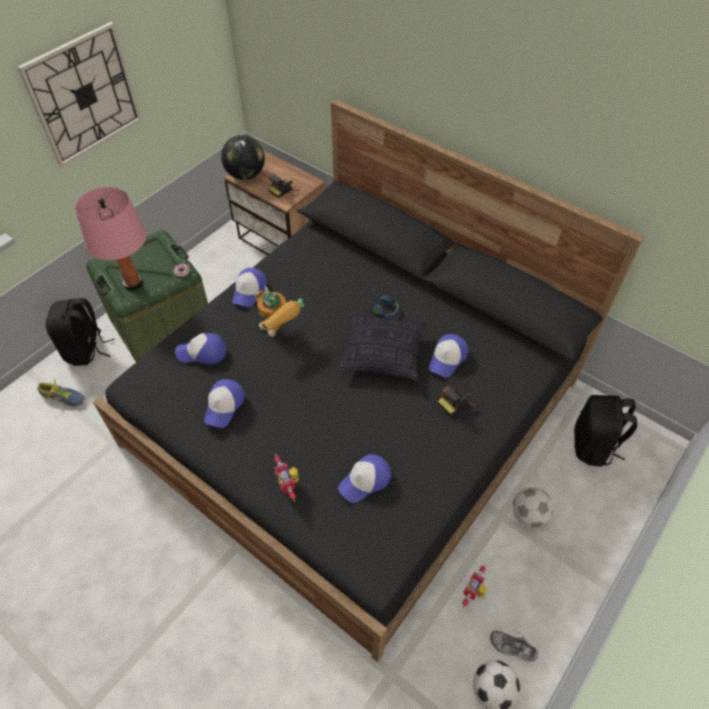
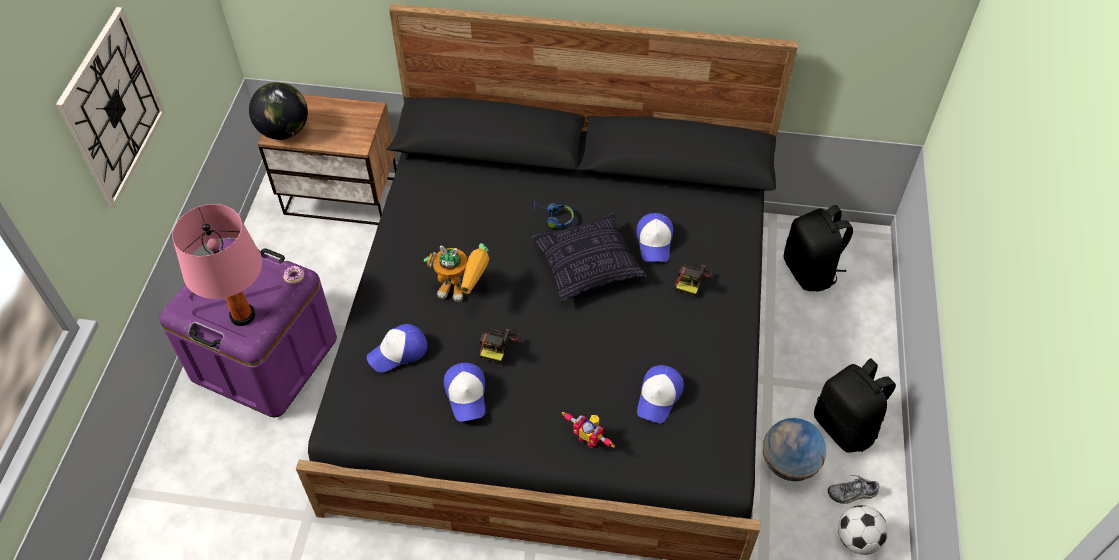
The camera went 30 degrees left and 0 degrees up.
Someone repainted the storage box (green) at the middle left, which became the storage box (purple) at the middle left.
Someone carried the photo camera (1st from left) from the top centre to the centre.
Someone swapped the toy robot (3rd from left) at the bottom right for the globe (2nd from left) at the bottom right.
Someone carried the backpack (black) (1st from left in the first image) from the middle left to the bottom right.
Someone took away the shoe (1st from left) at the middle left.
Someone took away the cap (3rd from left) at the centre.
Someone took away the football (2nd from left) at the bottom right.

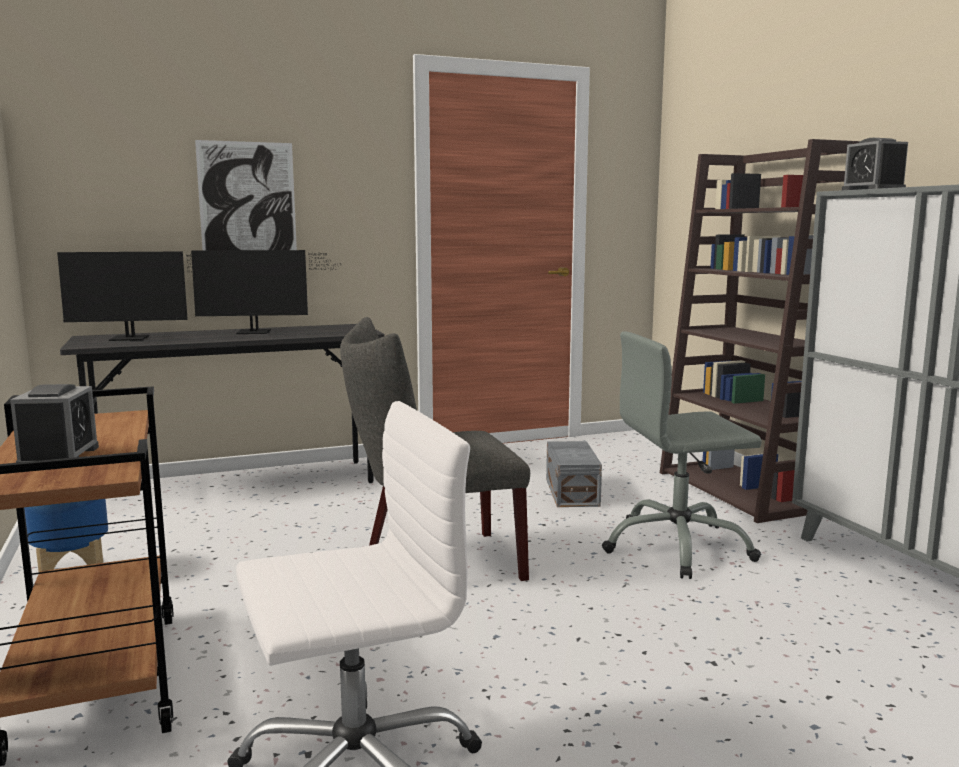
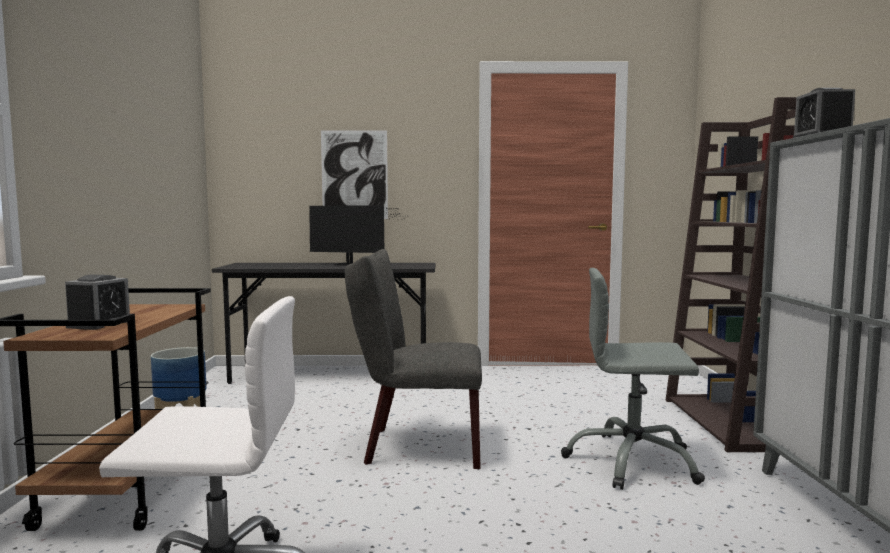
The camera went 20 degrees right and 5 degrees down.
Someone took away the monitor (1st from left) at the middle left.
Someone took away the storage box (grey) at the centre.

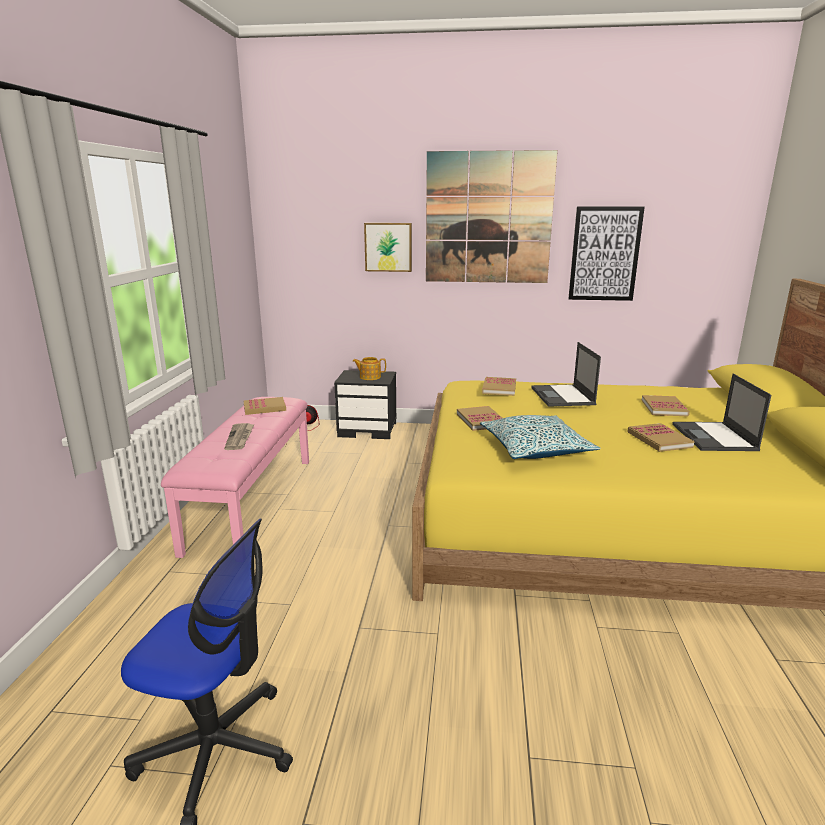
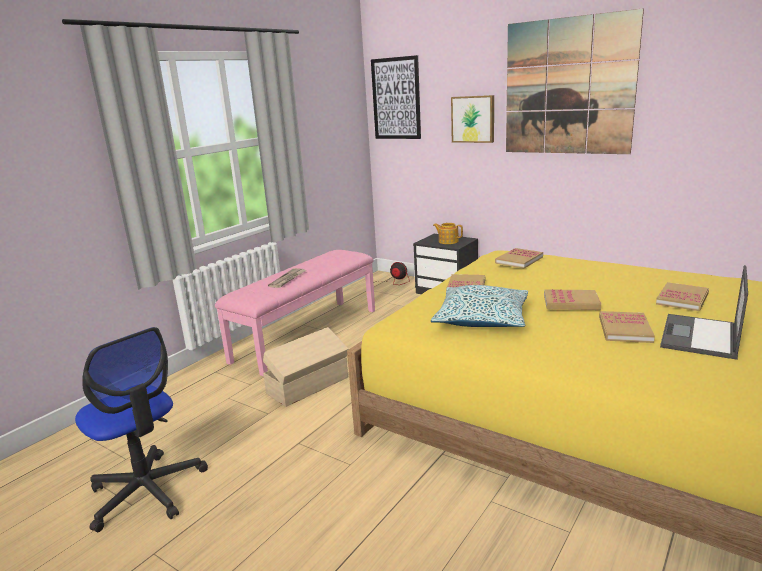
The camera went 30 degrees right and 0 degrees up.
Someone put down the storage box (beige) at the centre.
Someone carried the picture (3rd from left in the first image) from the top right to the top centre.
Someone carried the book (1st from left in the first image) from the middle left to the middle right.
Someone took away the laptop (1st from left) at the middle right.

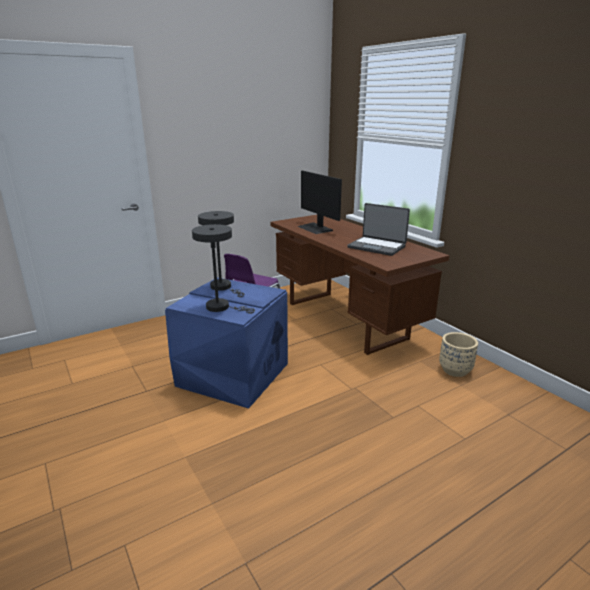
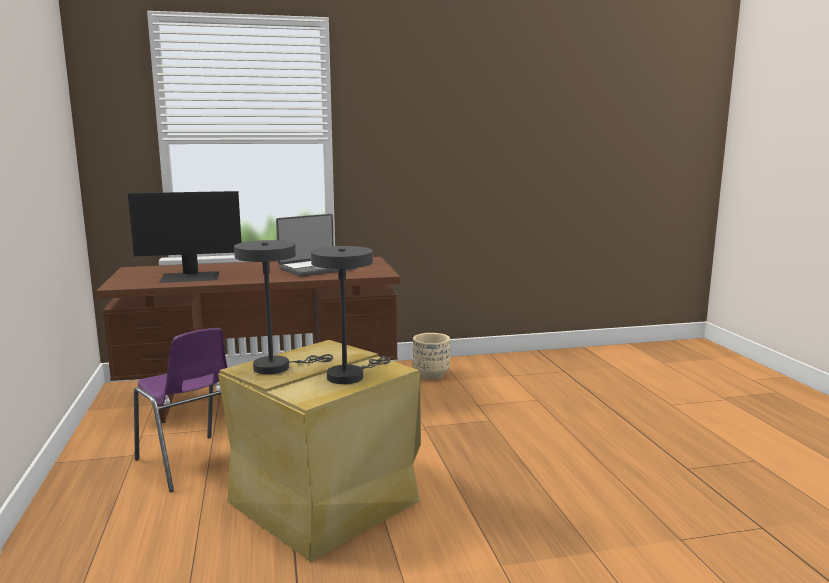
The camera went 70 degrees left and 10 degrees down.
Someone repainted the storage box (blue) at the centre, which became the storage box (beige) at the bottom centre.

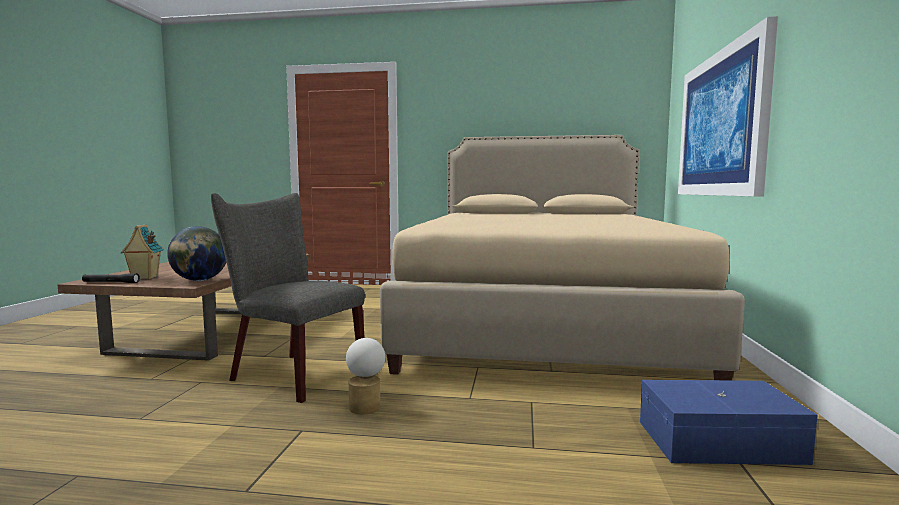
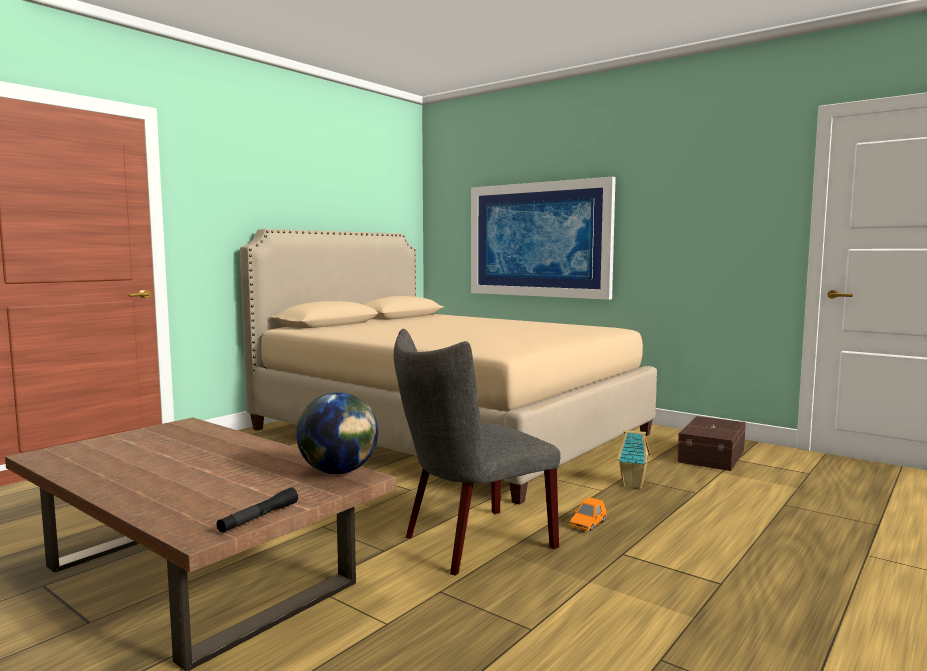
The camera went 60 degrees left and 0 degrees up.
Someone swapped the table lamp at the bottom centre for the toy car (orange) at the bottom centre.
Someone carried the toy house from the middle left to the bottom right.
Someone repainted the storage box (blue) at the bottom right, which became the storage box (brown) at the middle right.

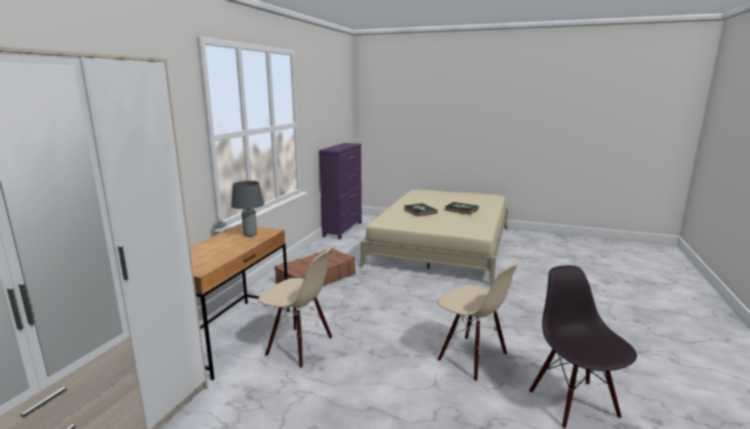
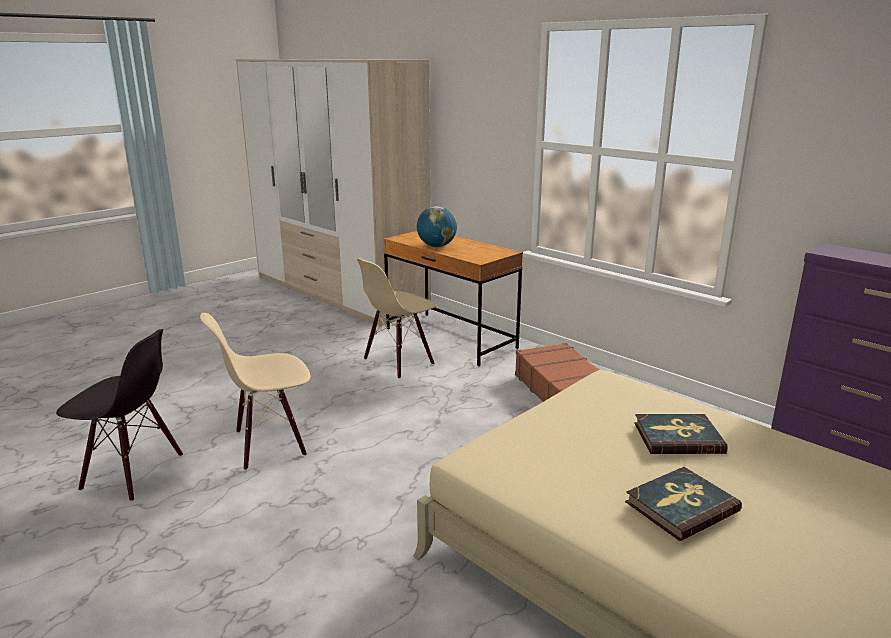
The camera went 115 degrees right and 5 degrees up.
Someone put down the globe at the centre.
Someone took away the table lamp (grey) at the middle left.

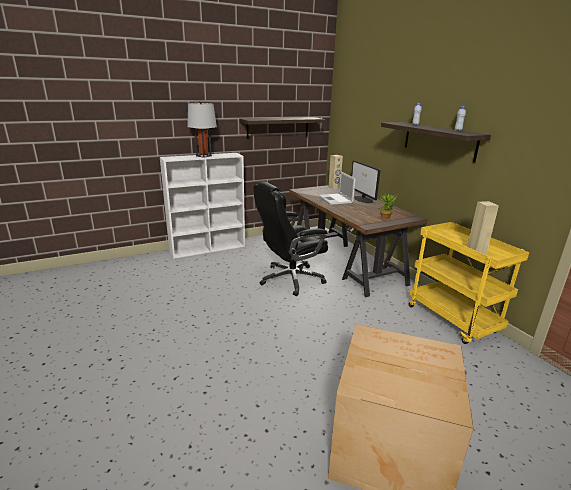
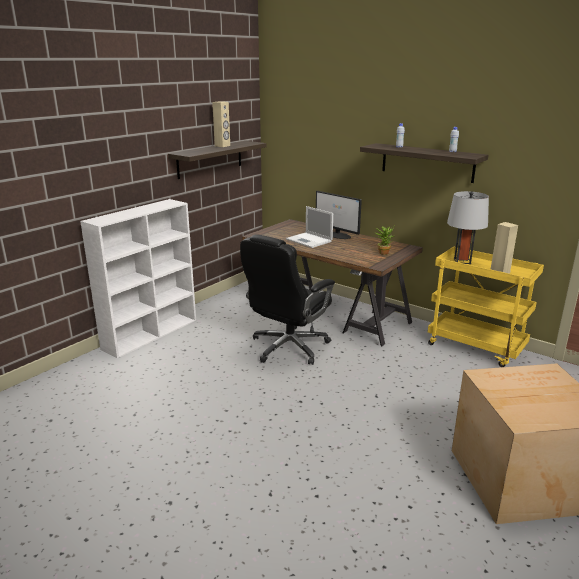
The camera went 25 degrees left and 0 degrees up.
Someone carried the speaker (beige) (1st from left) from the centre to the top centre.
Someone carried the table lamp (grey) from the top centre to the middle right.

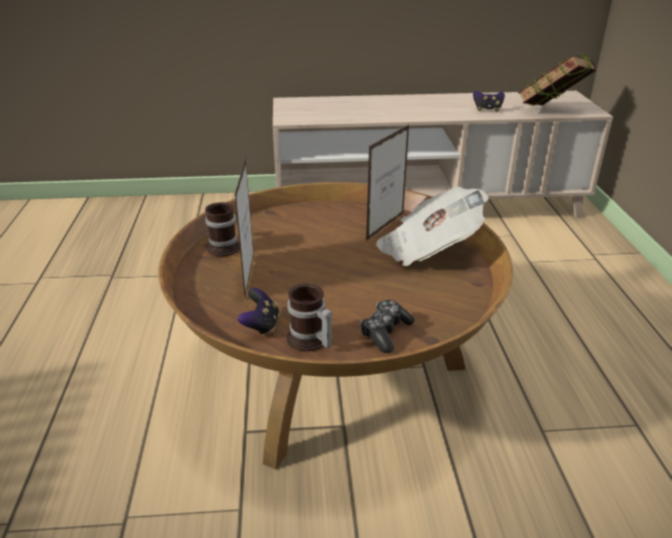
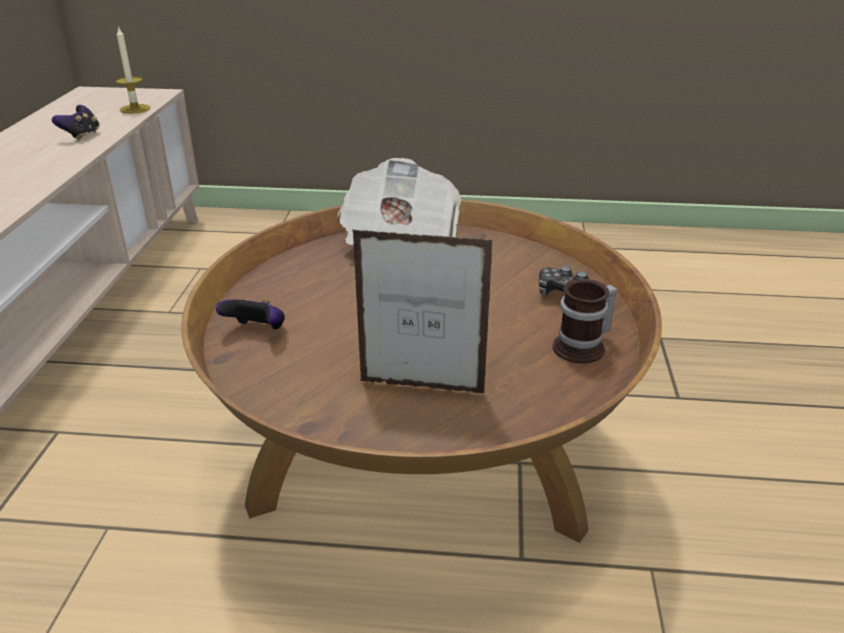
The camera went 80 degrees left and 0 degrees up.
Someone swapped the book at the top right for the candle at the top left.
Someone carried the game controller (1st from left in the first image) from the centre to the middle left.
Someone took away the mug (1st from left) at the middle left.
Someone took away the picture frame (2nd from left) at the centre.

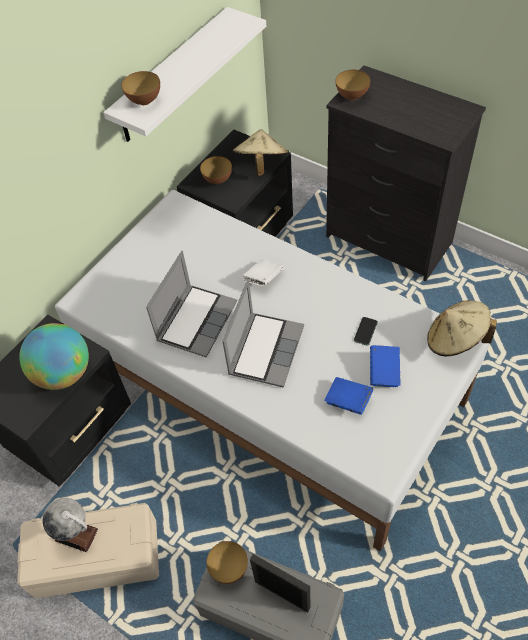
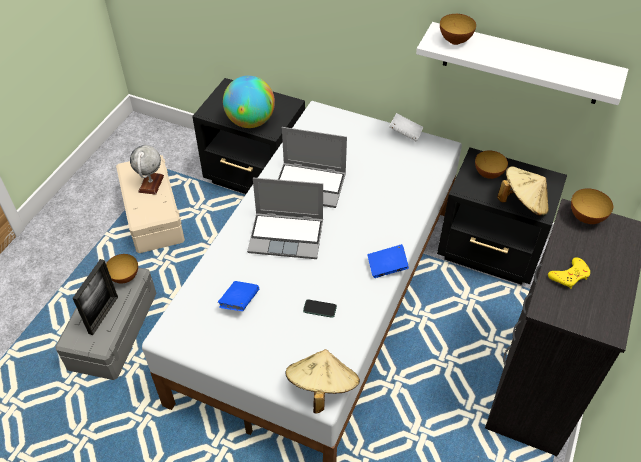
The camera went 75 degrees right and 5 degrees down.
Someone carried the book (blue) (2nd from left) from the middle right to the centre.
Someone carried the book (white) from the centre to the top centre.
Someone put down the game controller (yellow) at the middle right.

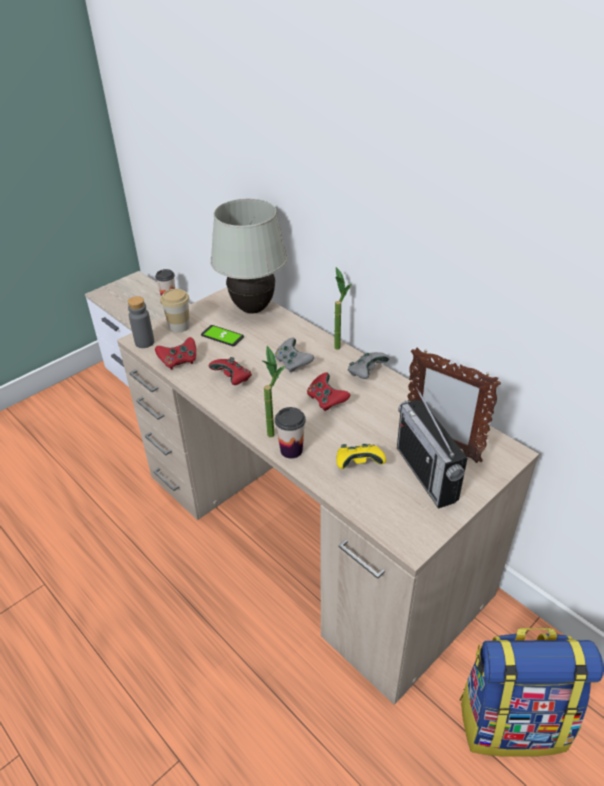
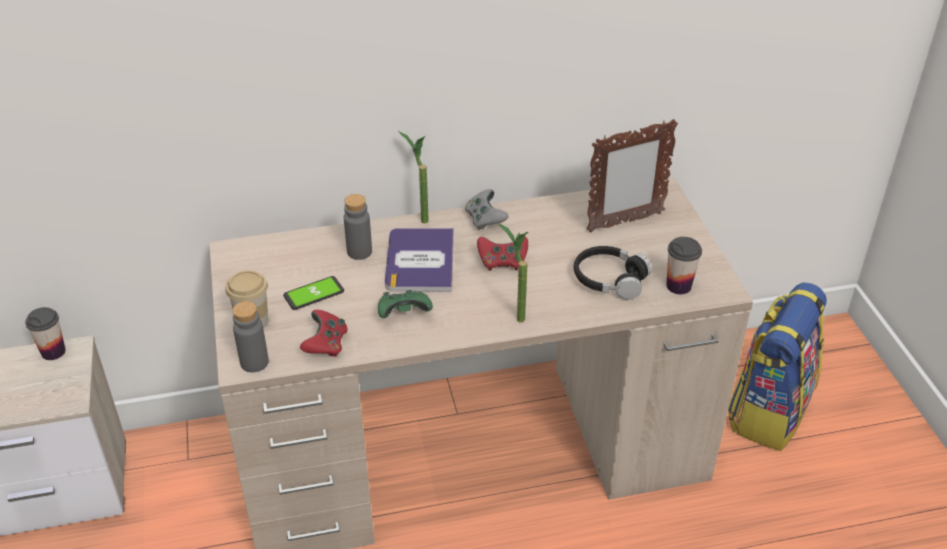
The camera went 60 degrees left and 0 degrees up.
Someone put down the bottle (grey) (2nd from left) at the centre.
Someone repainted the game controller (red) (2nd from left) at the centre, which became the game controller (green) at the centre.
Someone swapped the game controller (grey) (1st from left) at the centre for the book at the centre.
Someone swapped the game controller (yellow) at the centre for the headphones (black) at the centre.
Someone carried the cup (3rd from left) from the centre to the middle right.
Someone took away the table lamp (white) at the top centre.
Someone took away the radio at the middle right.

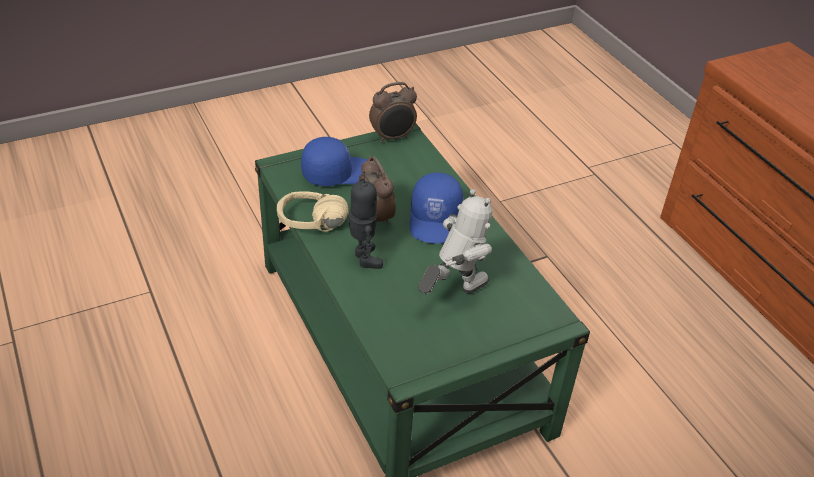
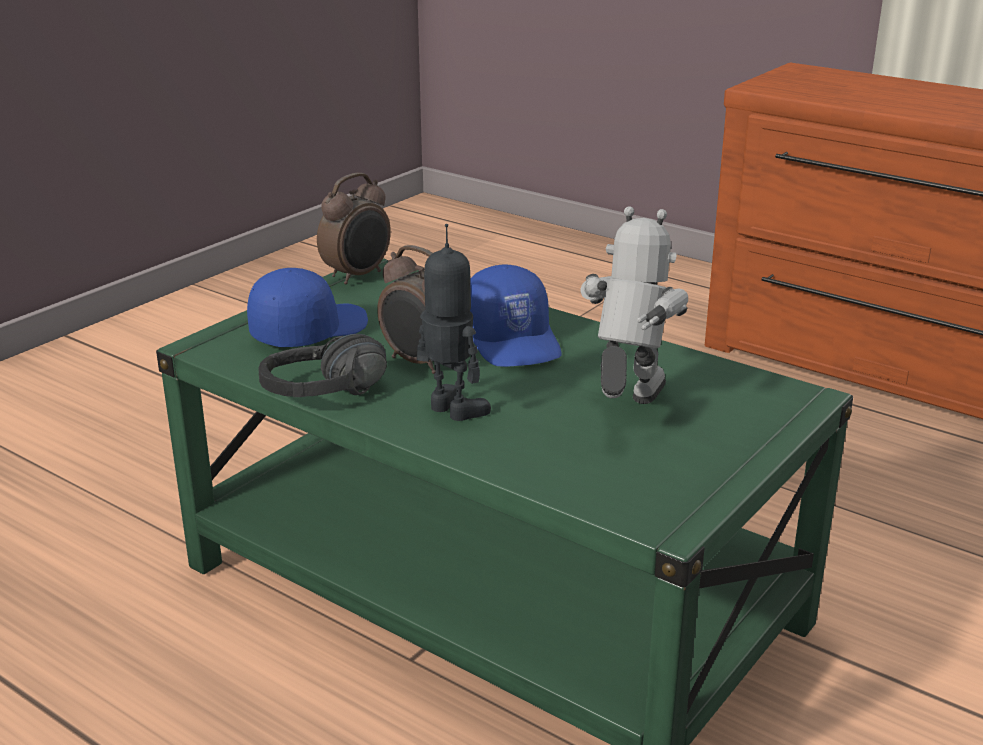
The camera went 25 degrees left and 15 degrees down.
Someone repainted the headphones (beige) at the centre, which became the headphones (black) at the middle left.

